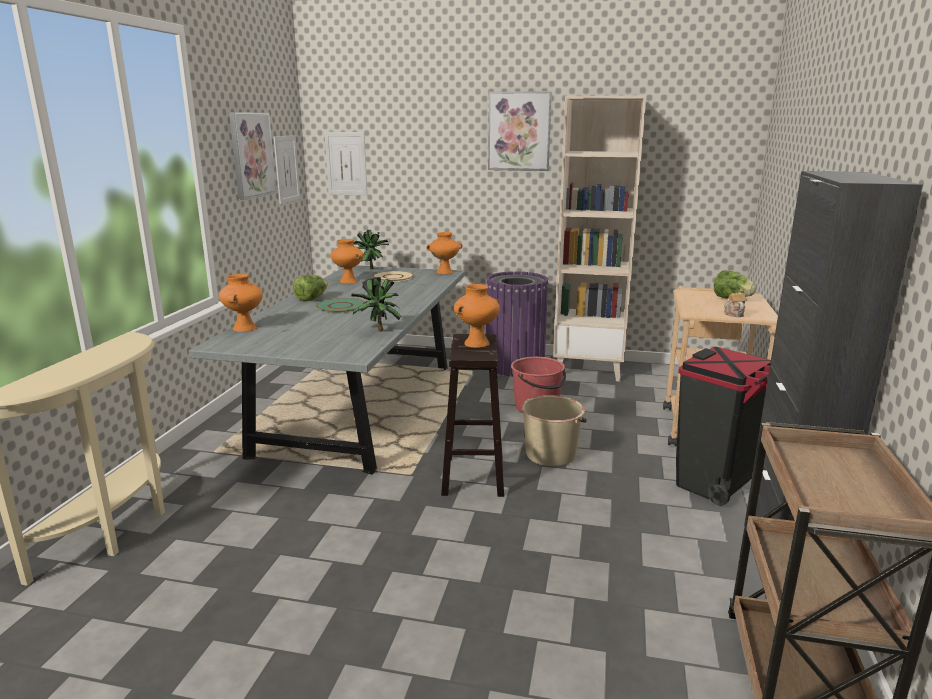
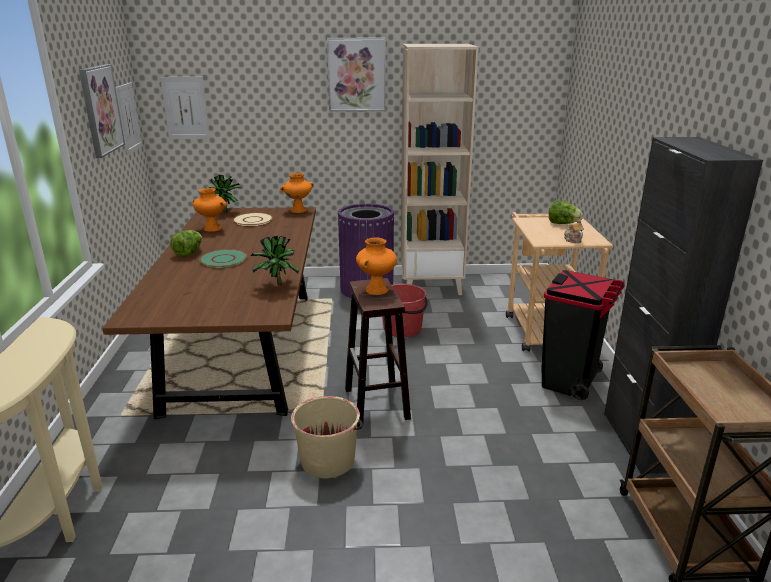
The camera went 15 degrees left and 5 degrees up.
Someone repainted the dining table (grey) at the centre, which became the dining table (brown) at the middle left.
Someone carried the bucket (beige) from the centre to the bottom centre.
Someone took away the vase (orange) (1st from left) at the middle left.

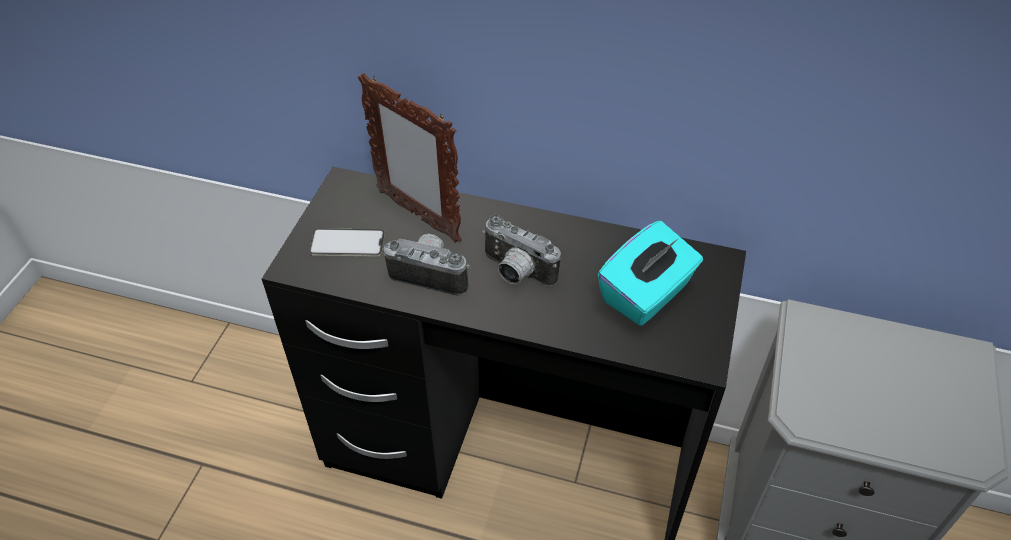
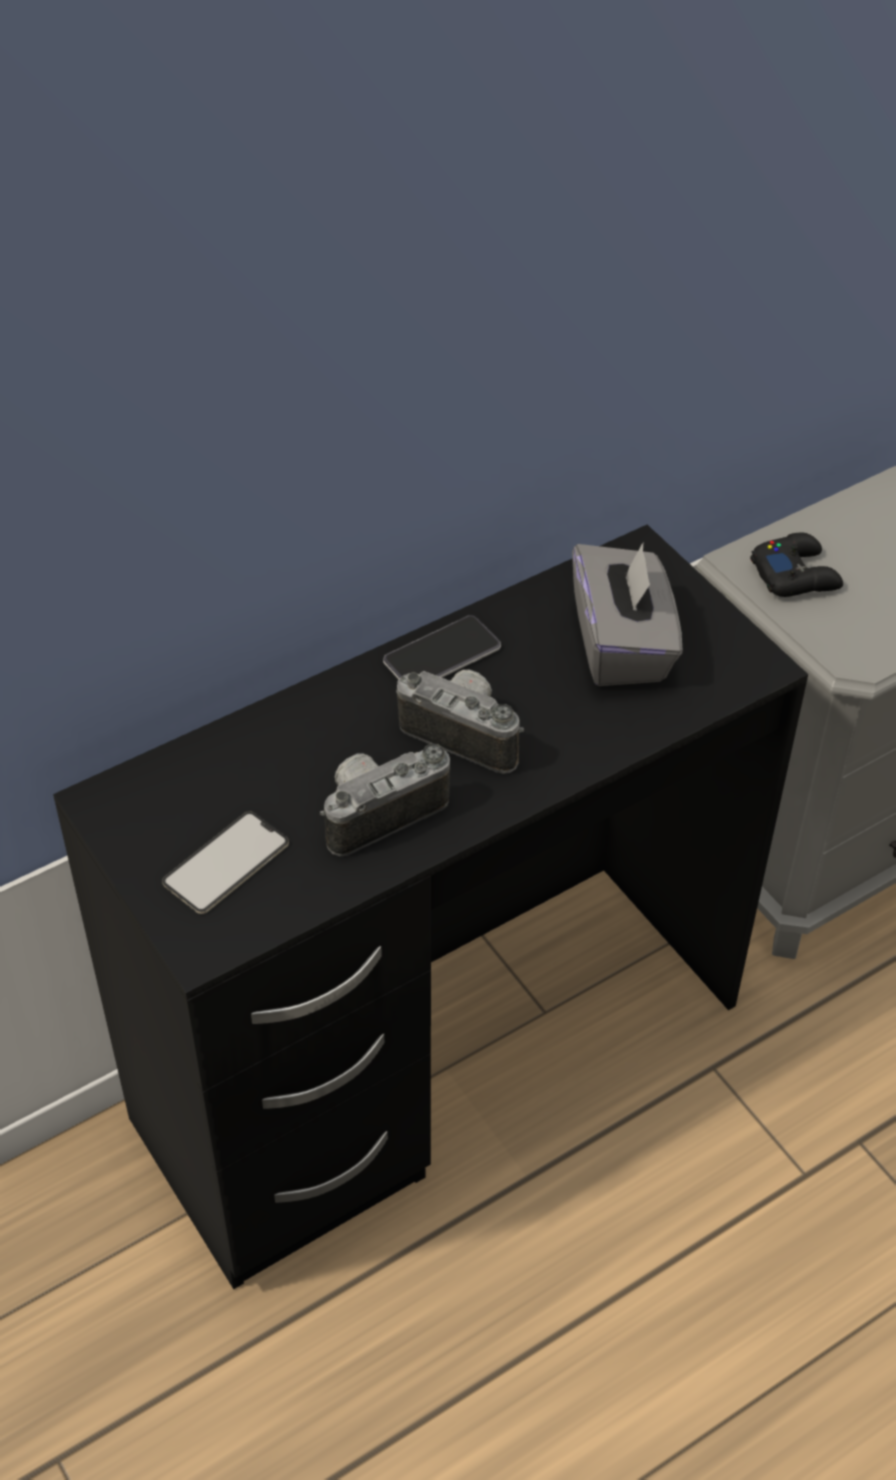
The camera went 50 degrees left and 0 degrees up.
Someone put down the phone (2nd from left) at the centre.
Someone rotated the photo camera (2nd from left) at the centre by 135 degrees counterclockwise.
Someone repainted the tissue box (turquoise) at the centre, which became the tissue box (grey) at the middle right.
Someone put down the game controller (black) at the middle right.
Someone took away the picture frame at the top centre.

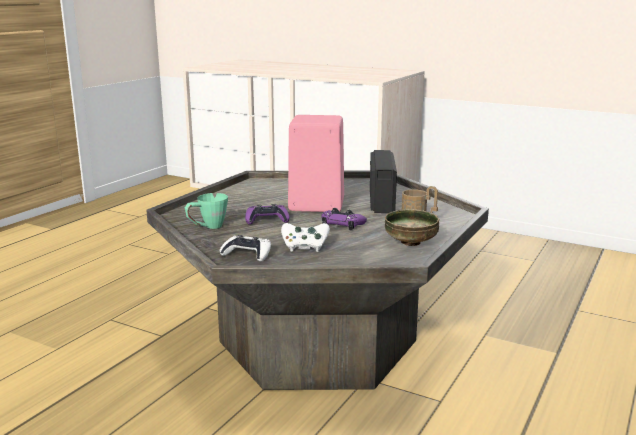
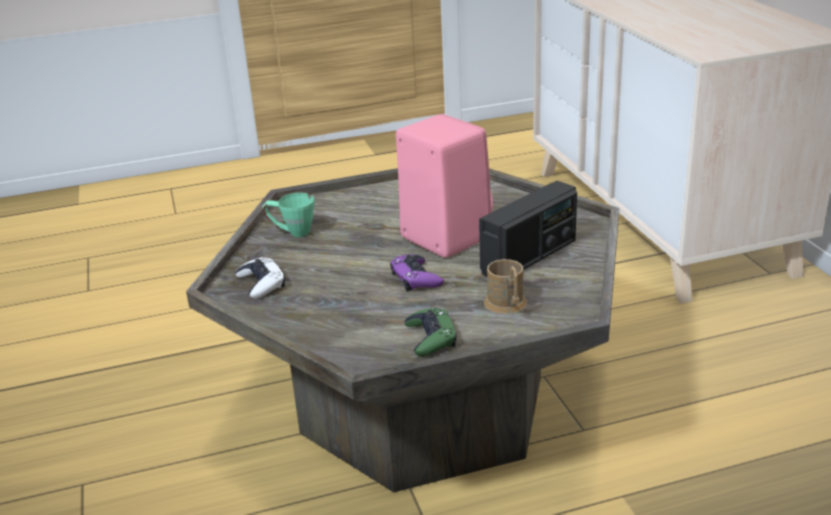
The camera went 45 degrees right and 10 degrees up.
Someone swapped the bowl at the centre for the game controller (green) at the centre.
Someone took away the game controller (purple) (1st from left) at the centre.
Someone took away the game controller (white) (2nd from left) at the centre.

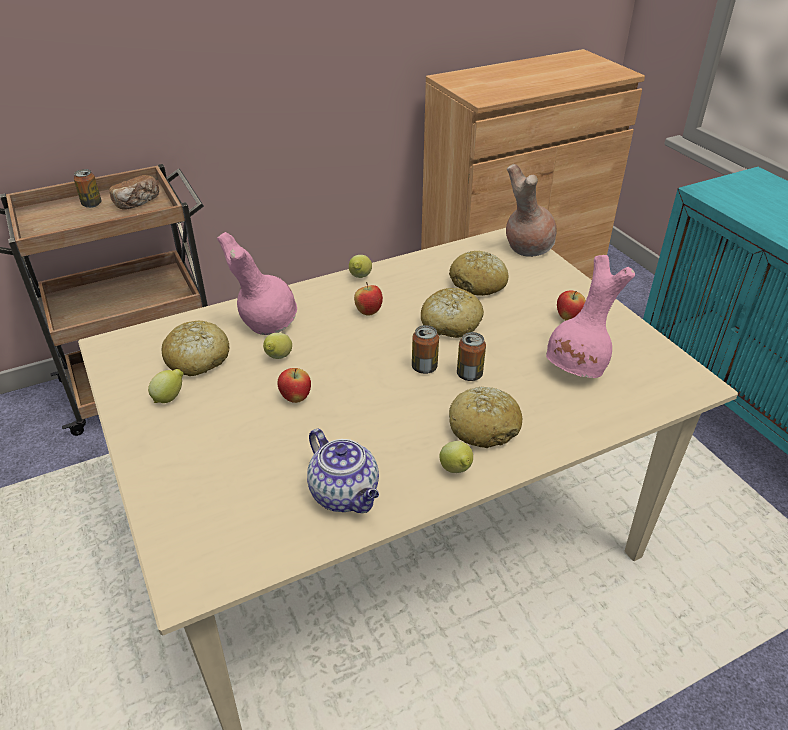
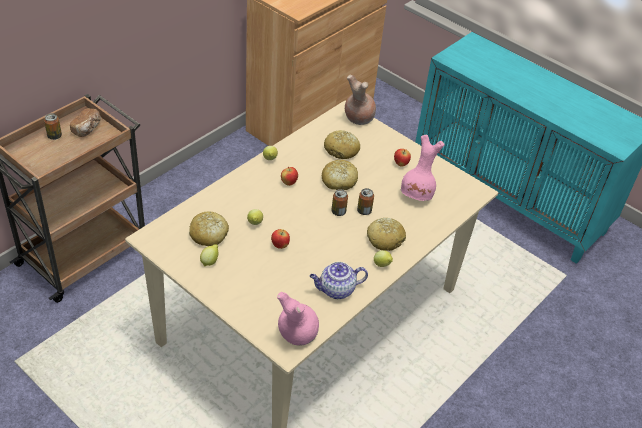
The camera went 25 degrees left and 5 degrees up.
Someone carried the vase (pink) (1st from left) from the middle left to the bottom centre.
Someone rotated the teapot at the centre by 135 degrees clockwise.

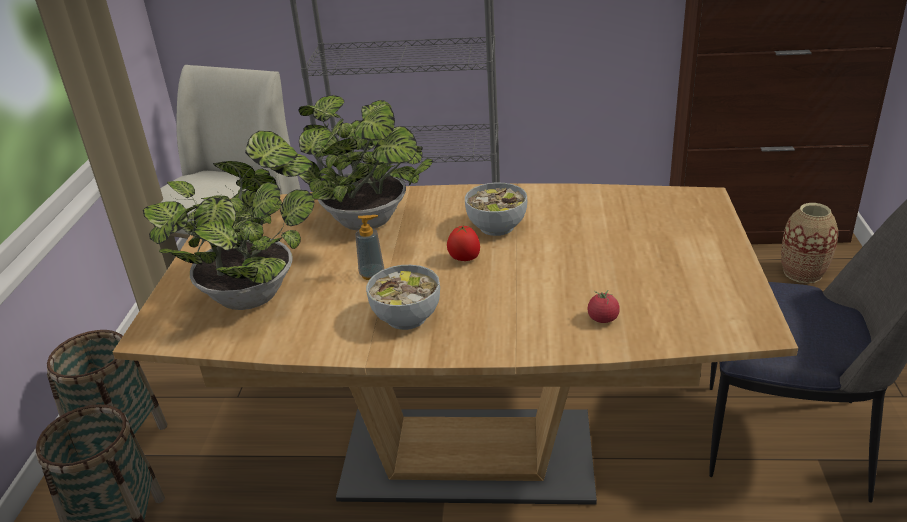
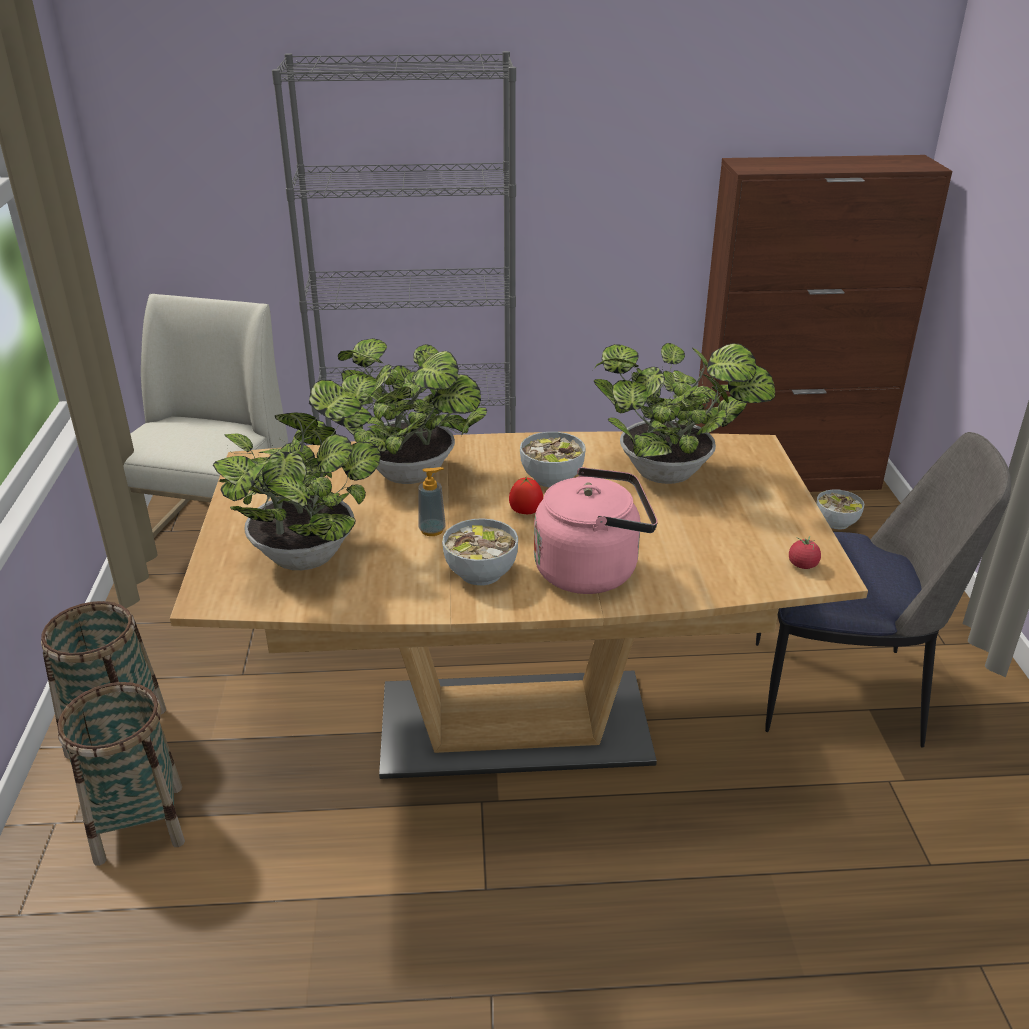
The camera went 10 degrees left and 0 degrees up.
Someone put down the kettle (pink) at the centre.
Someone put down the potted plant (3rd from left) at the centre.
Someone carried the tomato (2nd from left) from the centre to the middle right.
Someone swapped the vase at the middle right for the bowl (3rd from left) at the middle right.

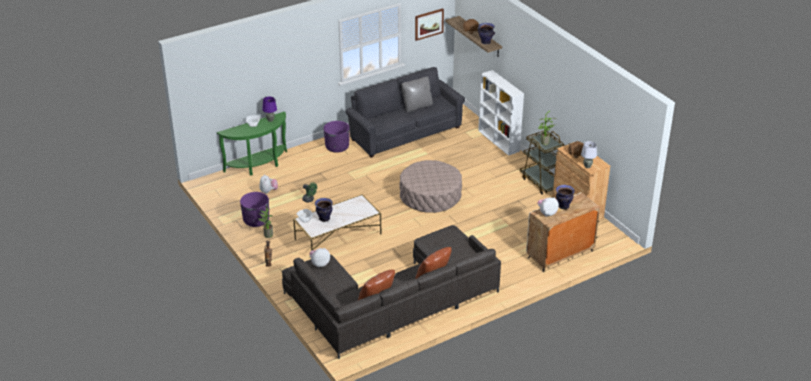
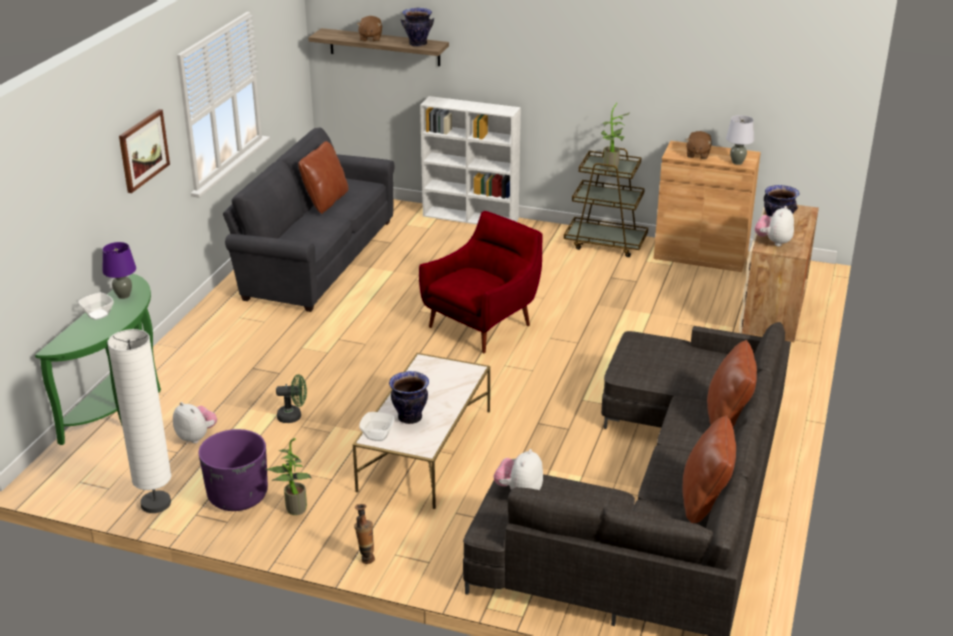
The camera went 40 degrees left and 5 degrees down.
Someone put down the floor lamp (white) at the middle left.
Someone carried the picture from the top centre to the top left.
Someone repainted the pillow (grey) at the top centre, which became the pillow (brown) (1st from left) at the top centre.
Someone swapped the ottoman (beige) at the centre for the armchair (red) at the centre.
Someone took away the planter (purple) (2nd from left) at the centre.

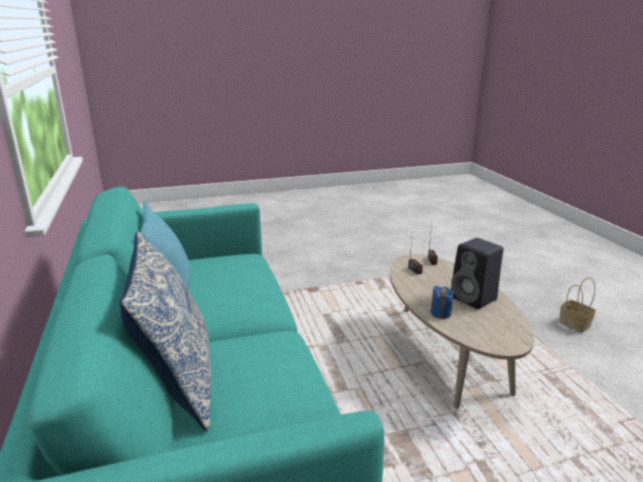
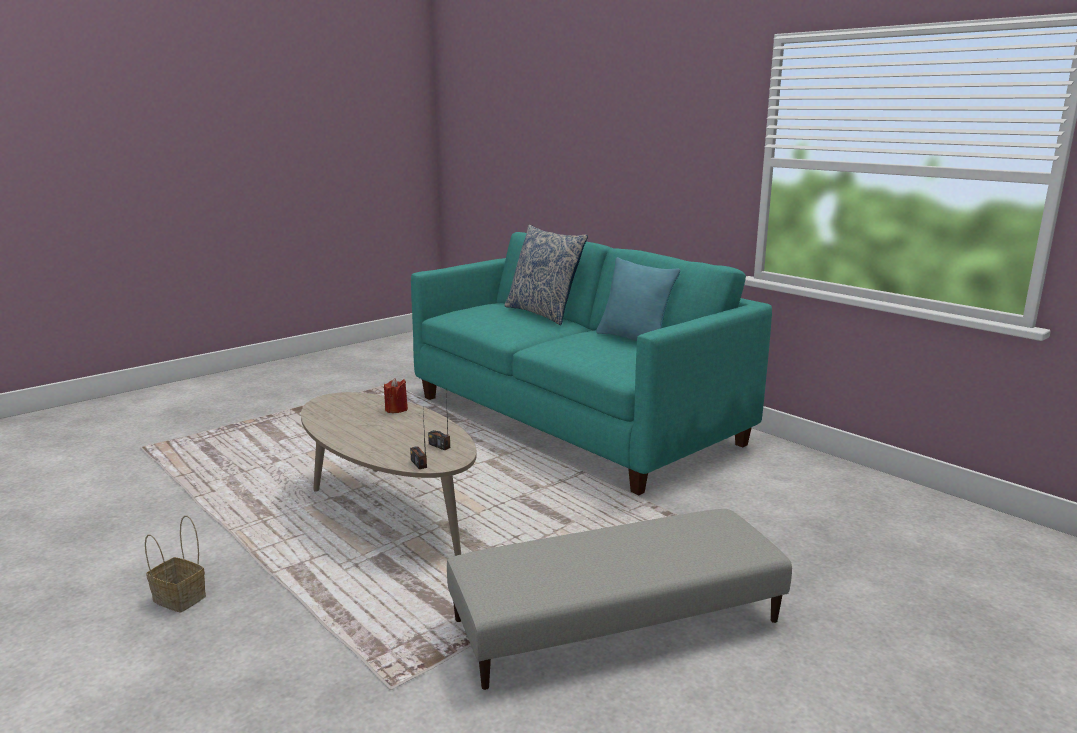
The camera went 155 degrees right and 5 degrees down.
Someone repainted the candle (blue) at the middle right, which became the candle (red) at the centre.
Someone put down the ottoman (grey) at the bottom centre.
Someone took away the speaker (black) at the middle right.

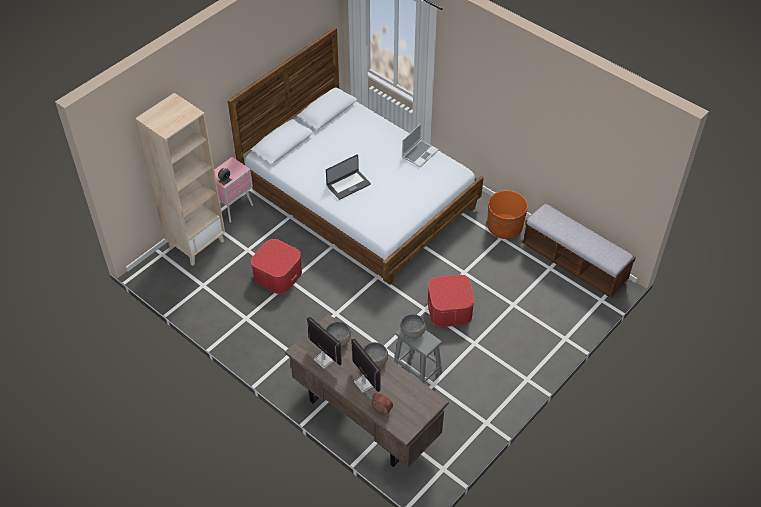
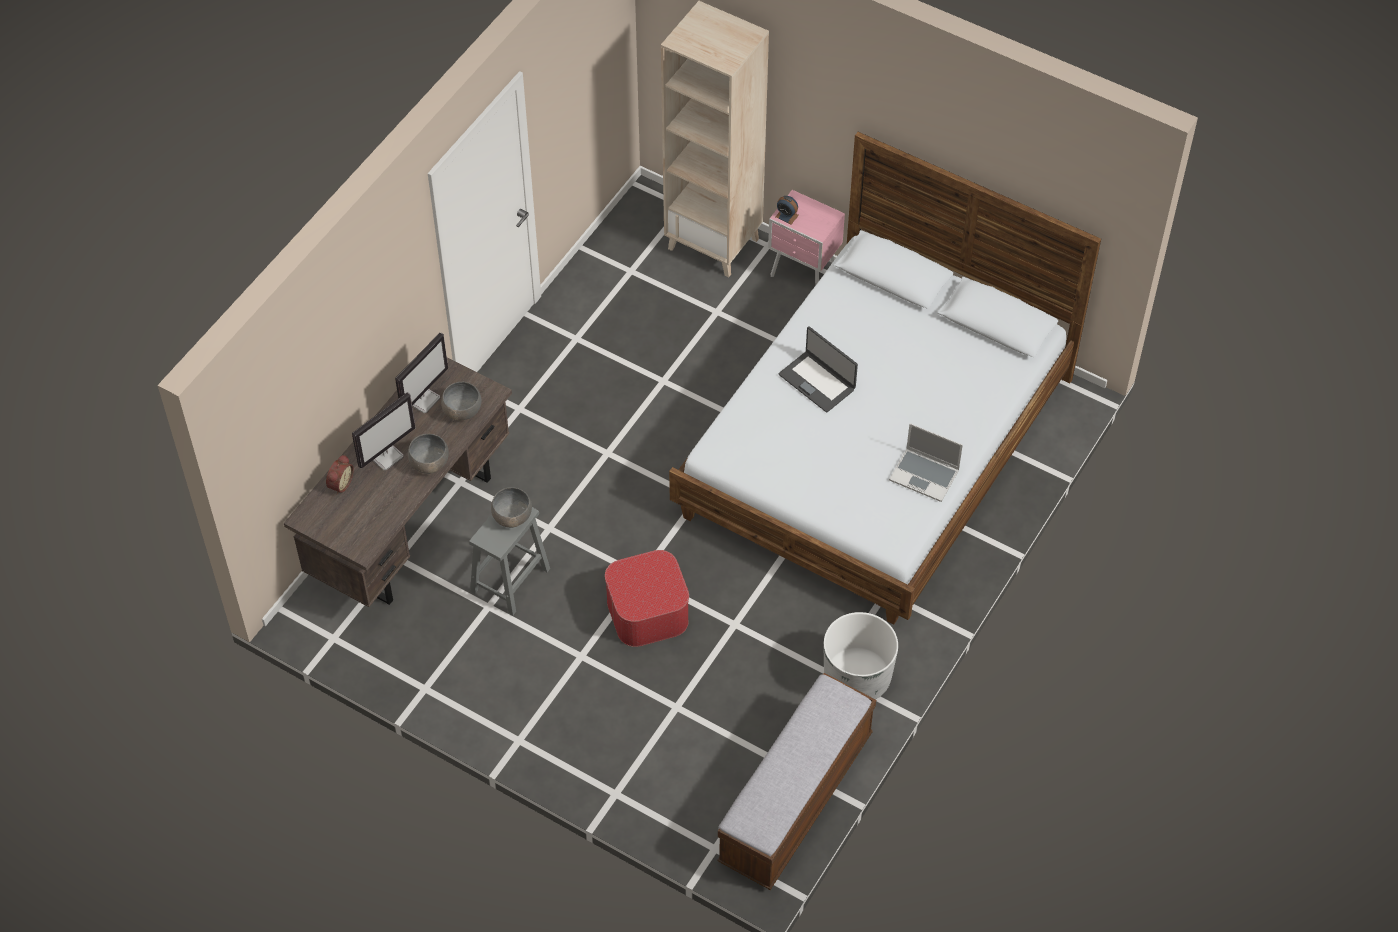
The camera went 80 degrees right and 5 degrees up.
Someone repainted the planter (orange) at the centre, which became the planter (white) at the bottom centre.
Someone took away the ottoman (1st from left) at the centre.

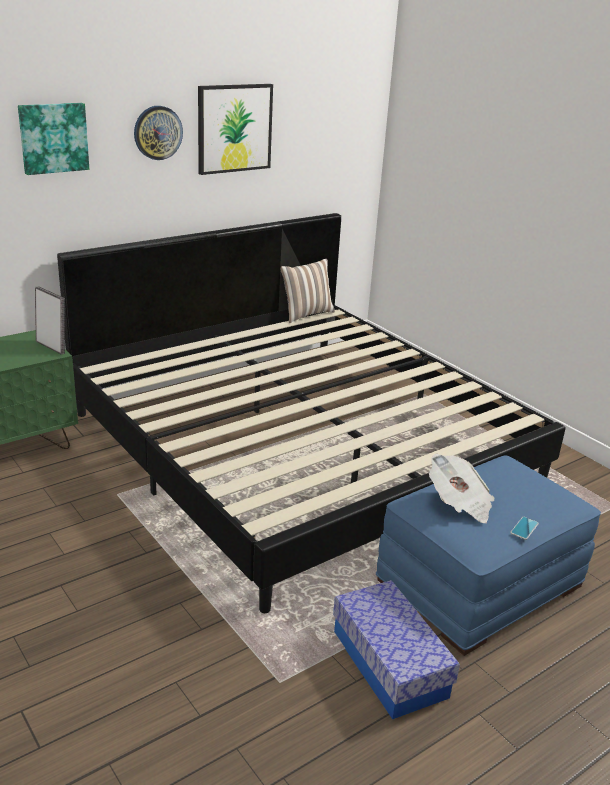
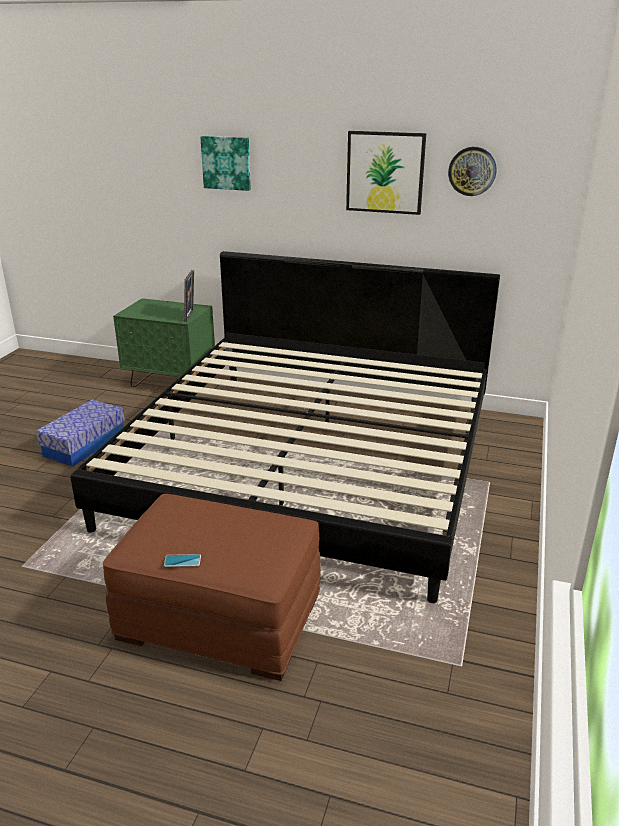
The camera went 55 degrees right and 0 degrees up.
Someone carried the storage box from the bottom centre to the middle left.
Someone repainted the ottoman (blue) at the bottom right, which became the ottoman (brown) at the bottom centre.
Someone carried the wall clock from the top left to the top right.
Someone took away the pillow at the centre.
Someone took away the newspaper at the middle right.

